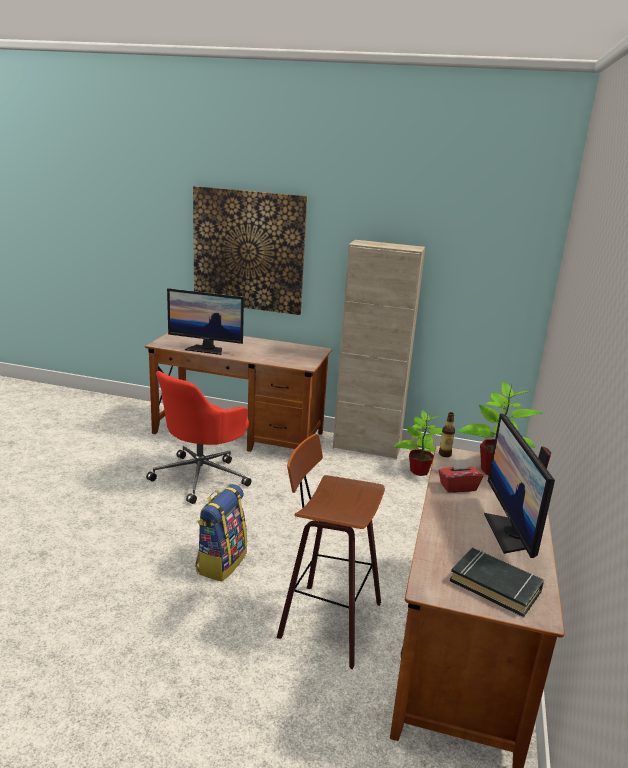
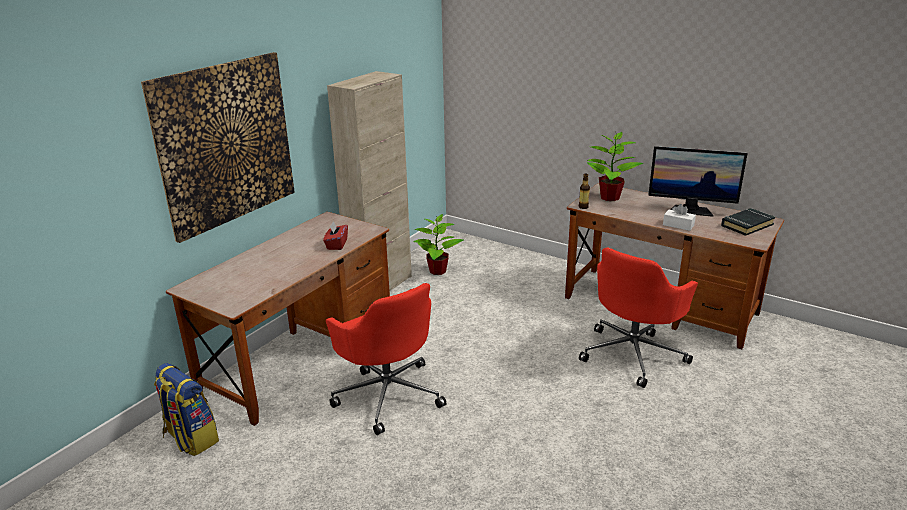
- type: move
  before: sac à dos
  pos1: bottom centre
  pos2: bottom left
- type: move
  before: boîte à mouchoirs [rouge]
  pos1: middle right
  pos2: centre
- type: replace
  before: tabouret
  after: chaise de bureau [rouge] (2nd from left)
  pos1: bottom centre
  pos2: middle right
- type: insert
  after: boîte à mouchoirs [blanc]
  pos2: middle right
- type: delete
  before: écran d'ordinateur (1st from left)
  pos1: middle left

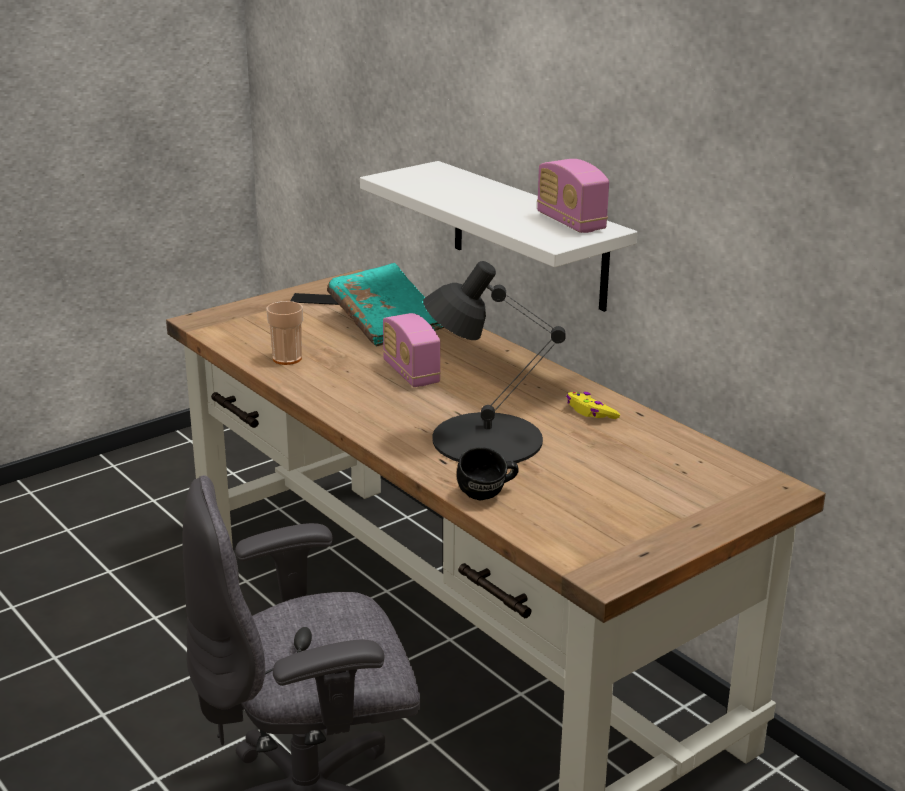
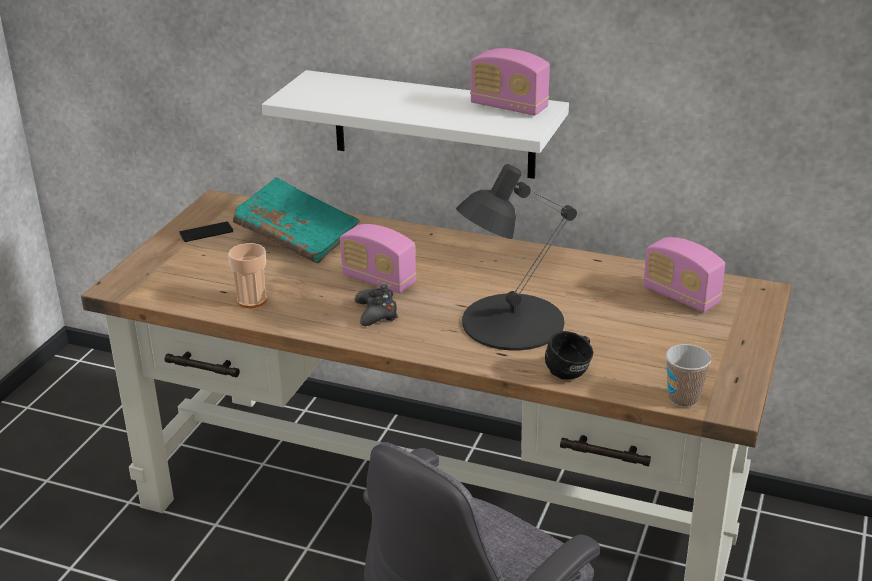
- type: insert
  after: manette [noir]
  pos2: centre
- type: insert
  after: radio (3rd from left)
  pos2: middle right
- type: insert
  after: tasse (2nd from left)
  pos2: middle right
- type: delete
  before: manette [jaune]
  pos1: centre

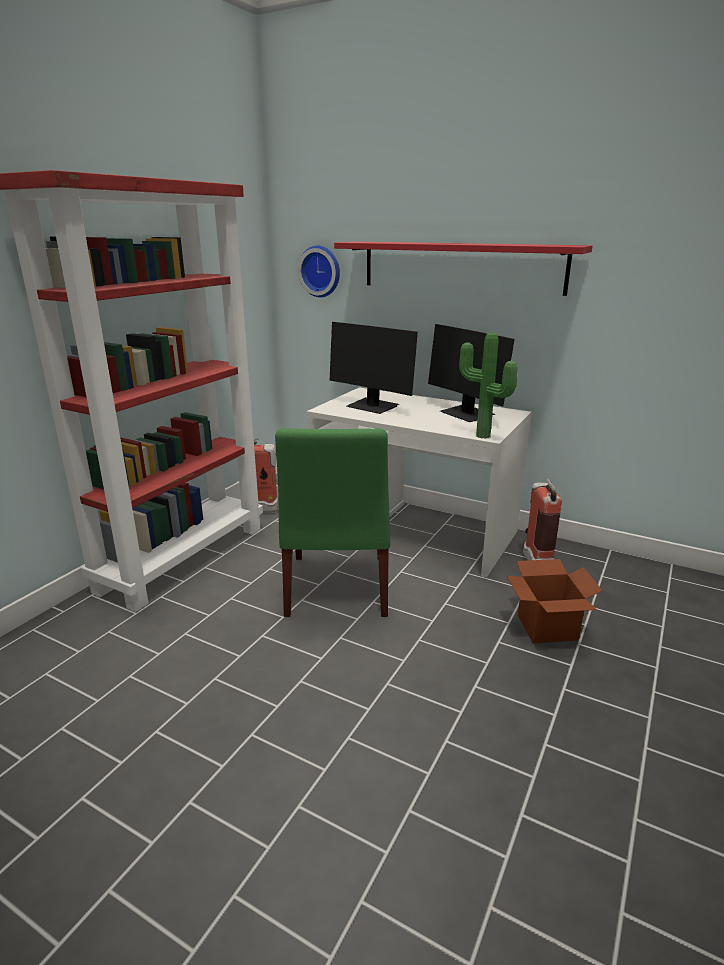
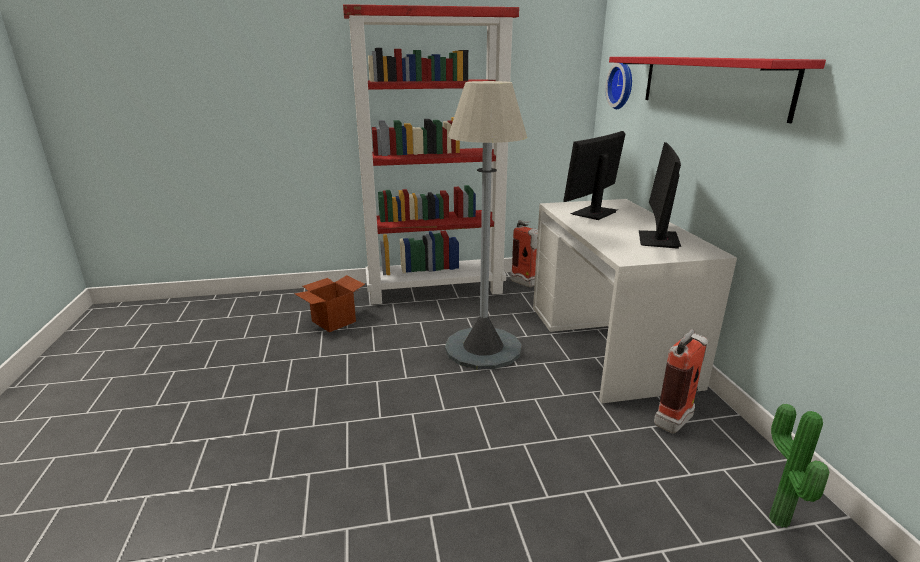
- type: move
  before: carton
  pos1: middle right
  pos2: centre
- type: replace
  before: chaise [vert]
  after: lampadaire [gris]
  pos1: centre
  pos2: centre
- type: rotate
  before: écran d'ordinateur (1st from left)
  pos1: centre
  pos2: top centre
  turn: 45
- type: move
  before: plante en pot
  pos1: middle right
  pos2: bottom right

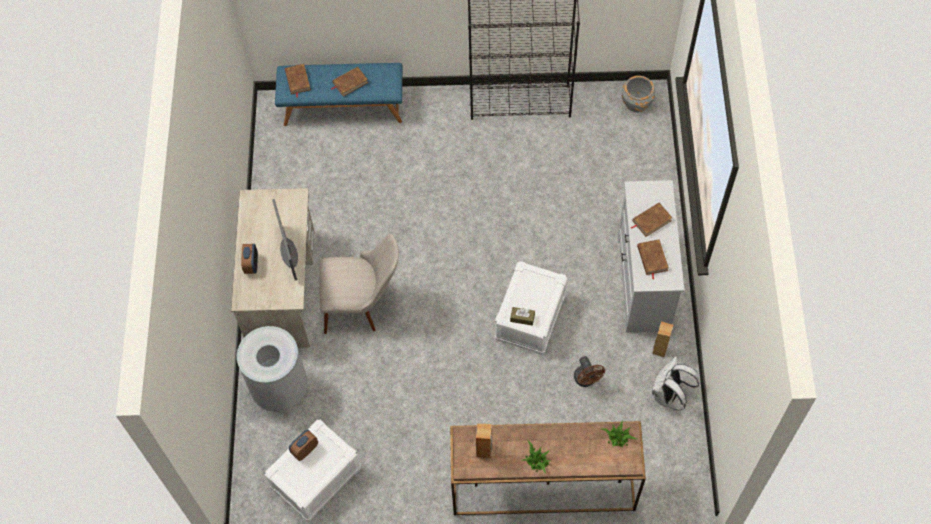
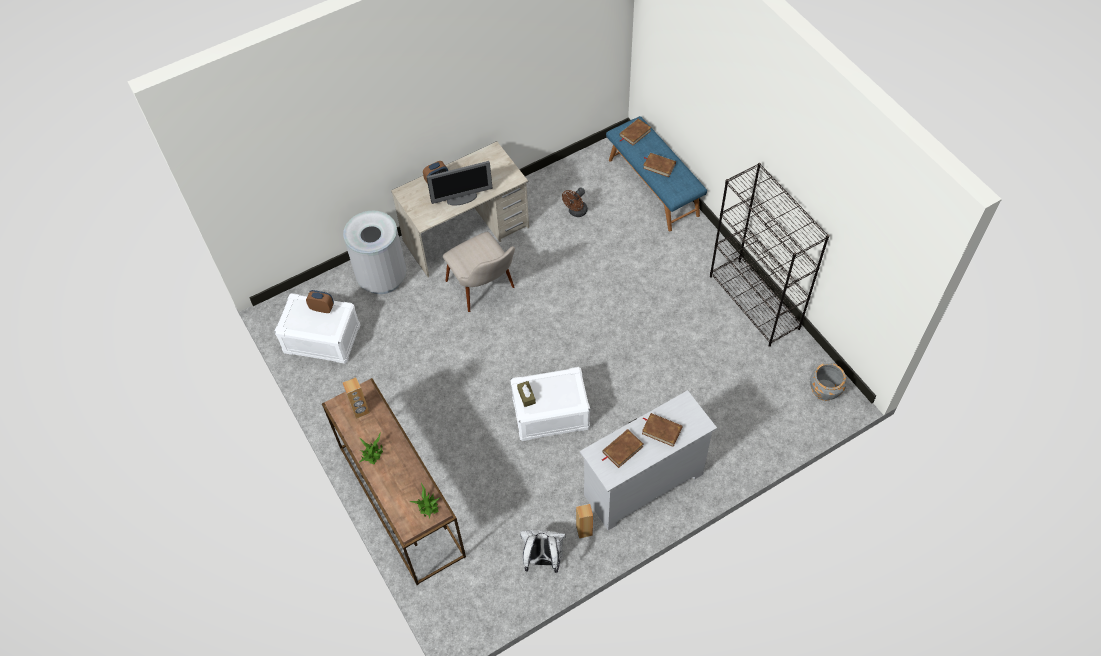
- type: rotate
  before: écran d'ordinateur
  pos1: middle left
  pos2: top centre
  turn: -150
- type: move
  before: ventilateur [marron]
  pos1: bottom centre
  pos2: top centre

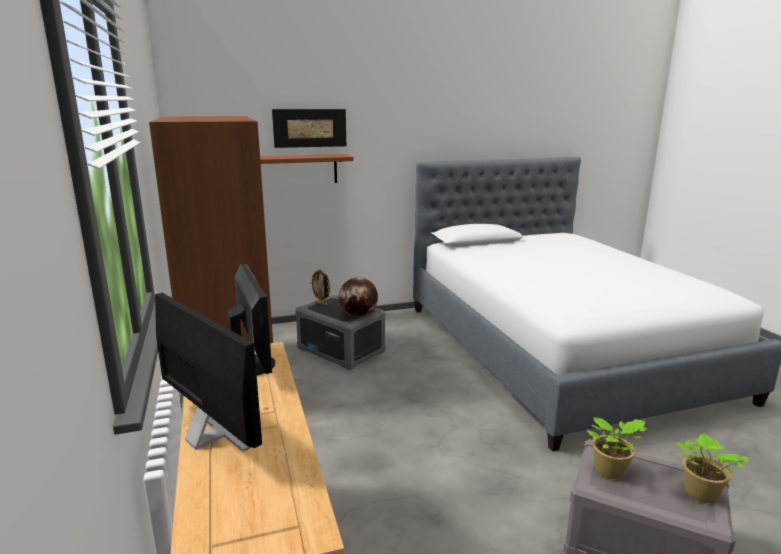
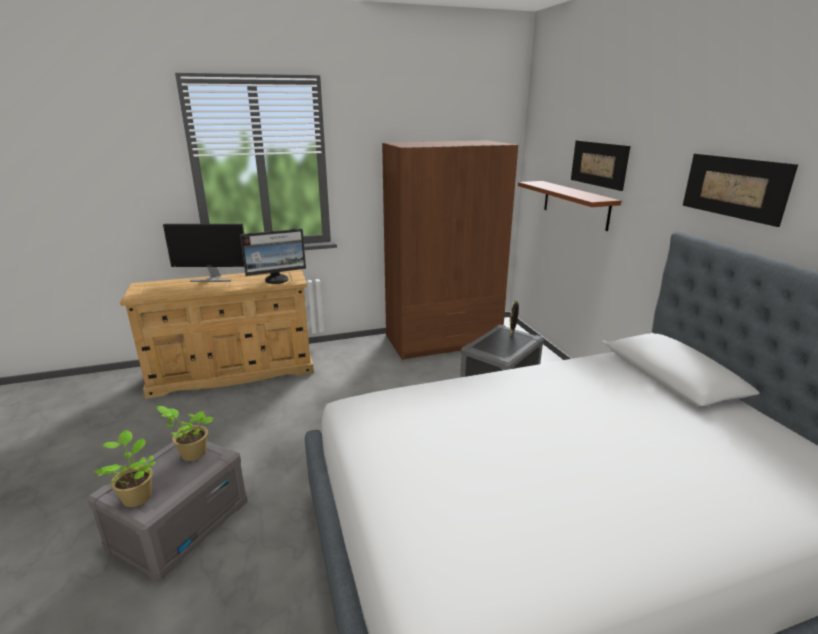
- type: rotate
  before: écran d'ordinateur (1st from left)
  pos1: bottom left
  pos2: middle left
  turn: 45
- type: insert
  after: tableau (2nd from left)
  pos2: top right
- type: delete
  before: globe
  pos1: centre

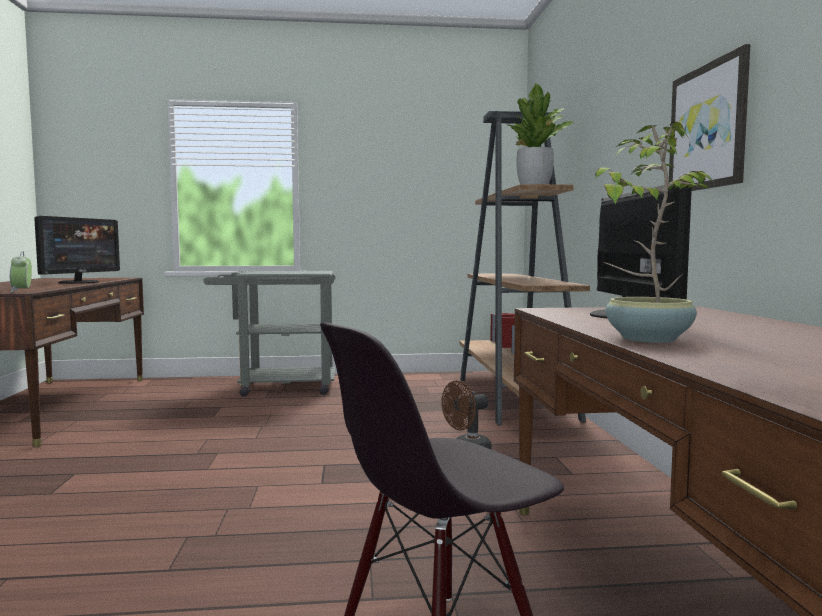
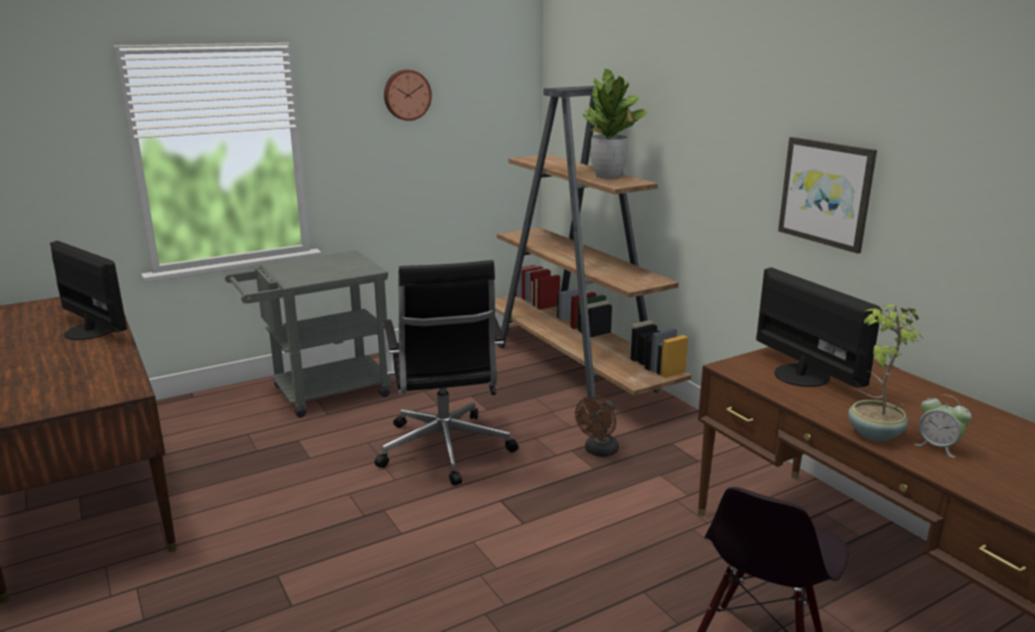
- type: rotate
  before: écran d'ordinateur (1st from left)
  pos1: middle left
  pos2: middle left
  turn: -45
- type: insert
  after: chaise de bureau [noir]
  pos2: centre
- type: insert
  after: horloge murale
  pos2: top centre
- type: move
  before: réveil
  pos1: middle left
  pos2: bottom right

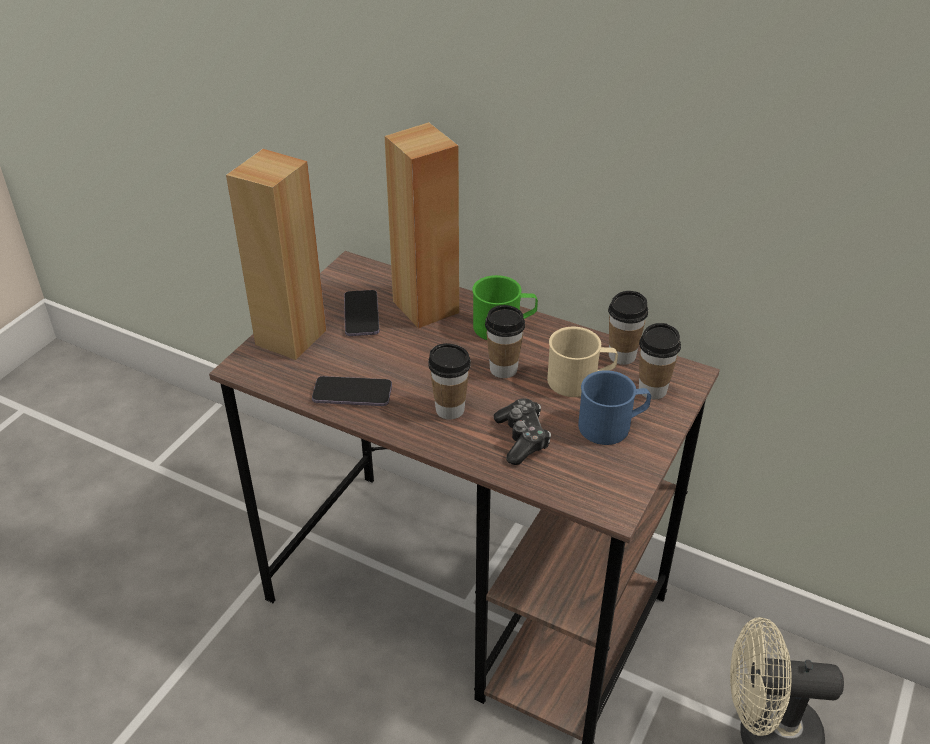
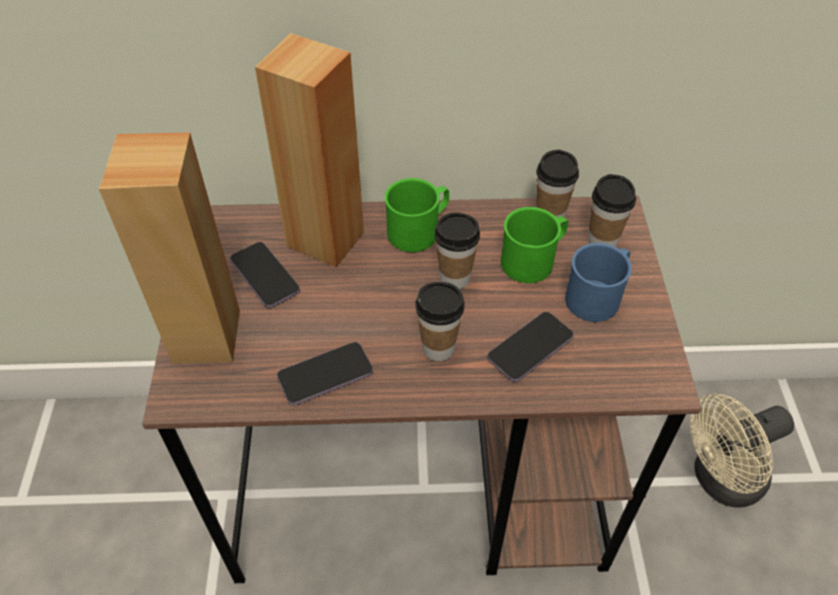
- type: replace
  before: manette
  after: téléphone (3rd from left)
  pos1: centre
  pos2: centre
- type: recolor
  before: mug [beige]
  after: mug [vert] (2nd from left)
  pos1: centre
  pos2: centre

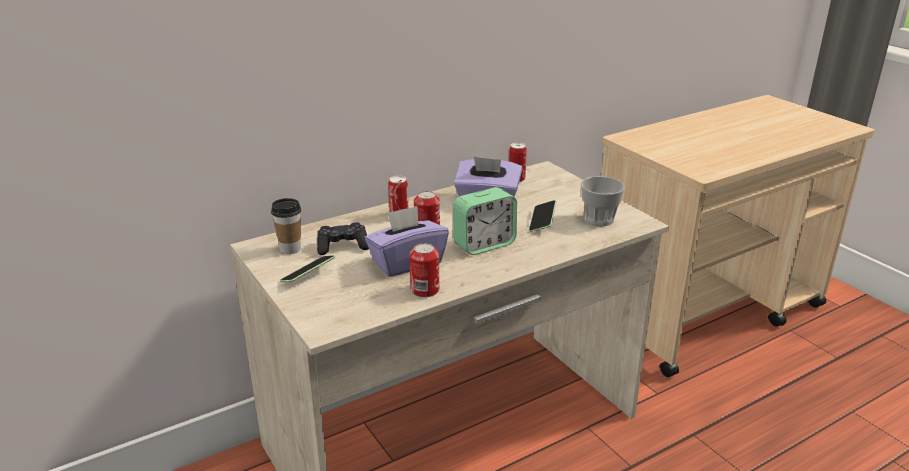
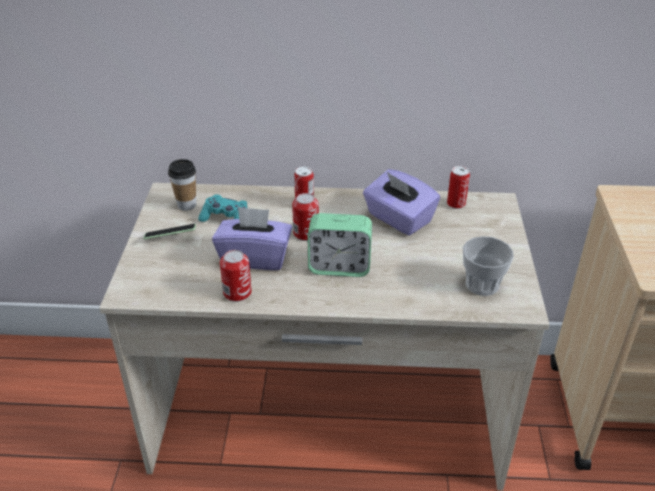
- type: recolor
  before: manette [noir]
  after: manette [turquoise]
  pos1: centre
  pos2: centre
- type: delete
  before: téléphone (2nd from left)
  pos1: centre

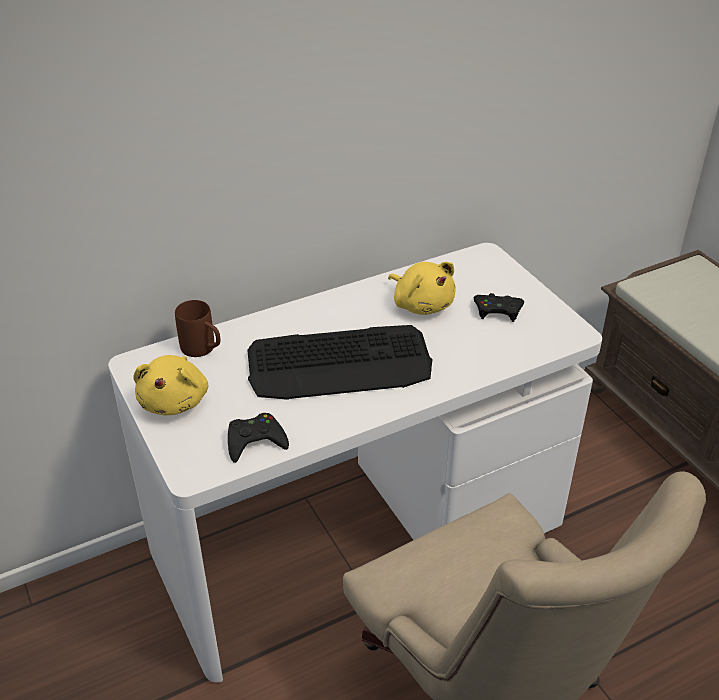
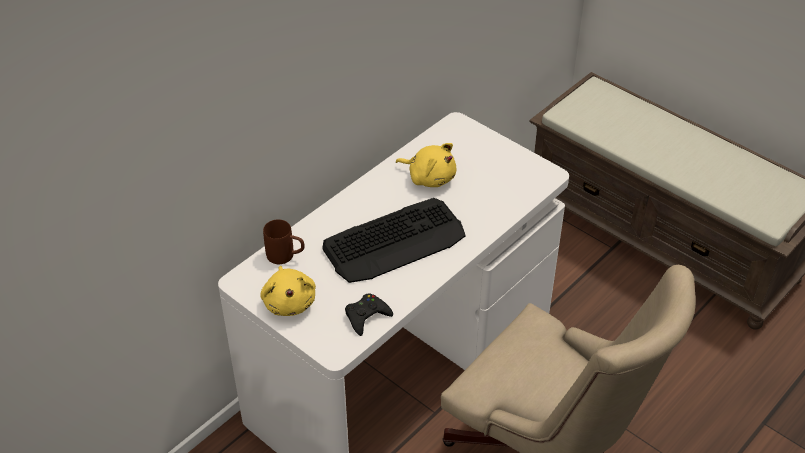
- type: delete
  before: manette [noir] (2nd from left)
  pos1: middle right

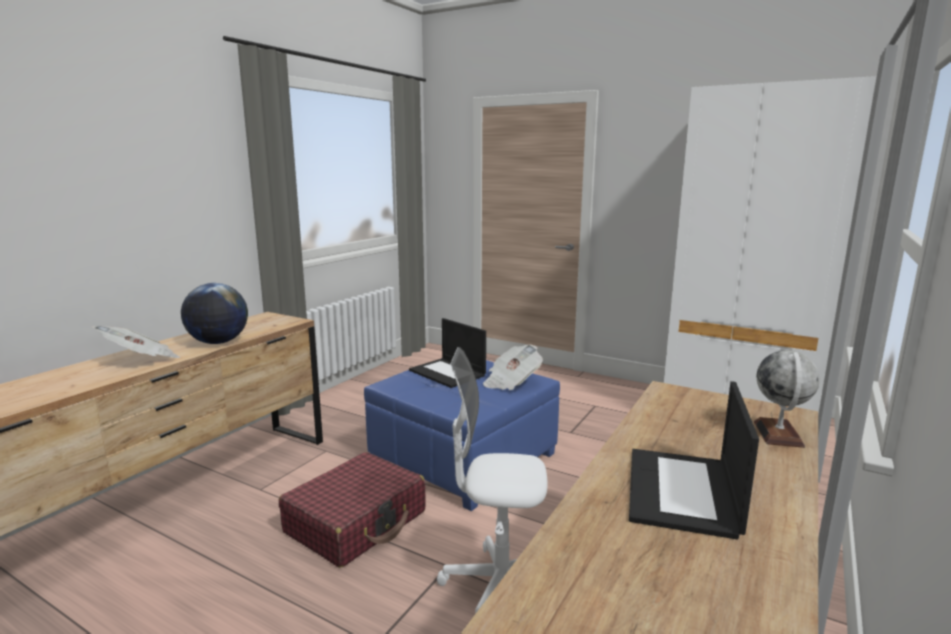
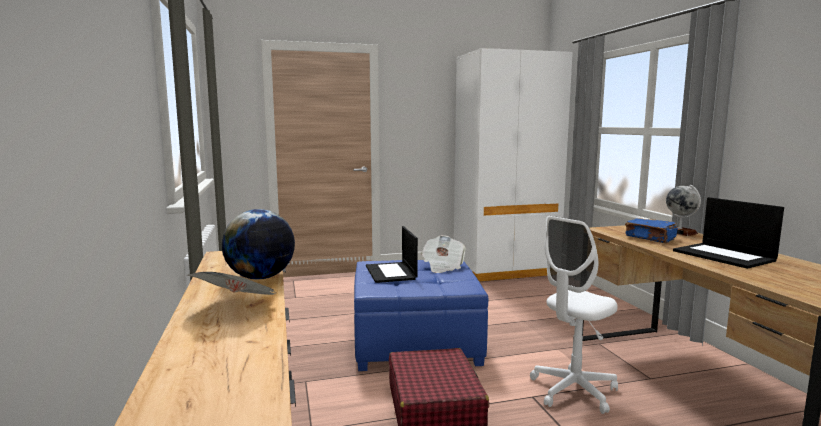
- type: rotate
  before: ordinateur portable (1st from left)
  pos1: centre
  pos2: centre
  turn: 75
- type: insert
  after: livre [bleu]
  pos2: middle right

